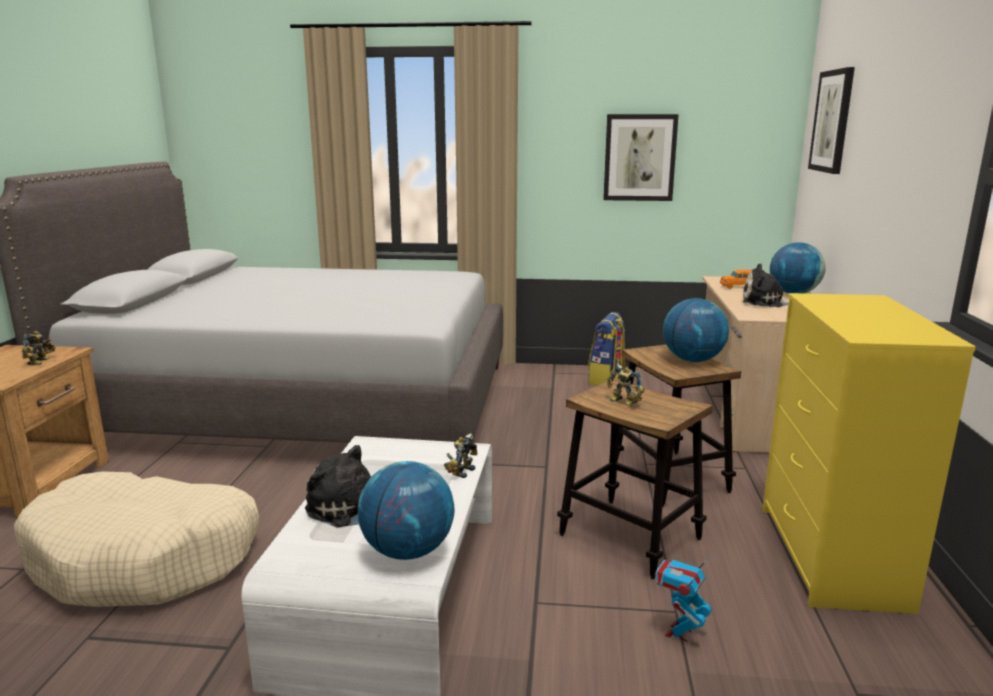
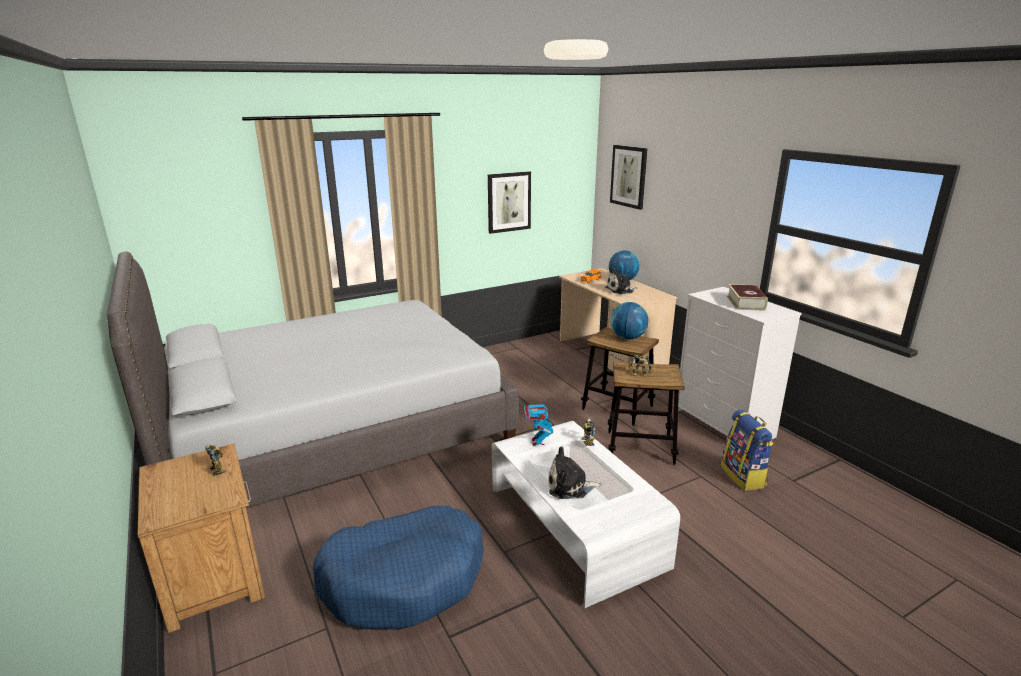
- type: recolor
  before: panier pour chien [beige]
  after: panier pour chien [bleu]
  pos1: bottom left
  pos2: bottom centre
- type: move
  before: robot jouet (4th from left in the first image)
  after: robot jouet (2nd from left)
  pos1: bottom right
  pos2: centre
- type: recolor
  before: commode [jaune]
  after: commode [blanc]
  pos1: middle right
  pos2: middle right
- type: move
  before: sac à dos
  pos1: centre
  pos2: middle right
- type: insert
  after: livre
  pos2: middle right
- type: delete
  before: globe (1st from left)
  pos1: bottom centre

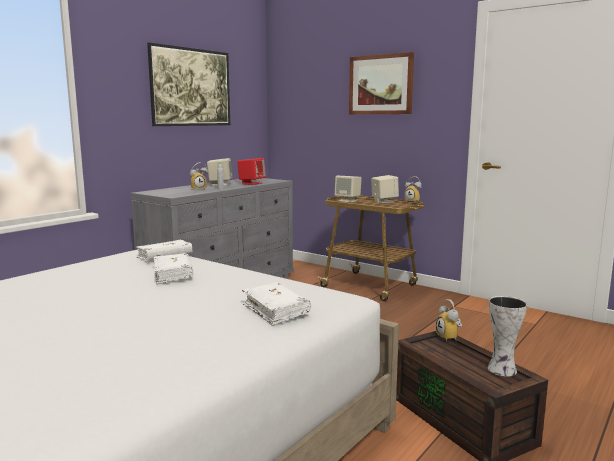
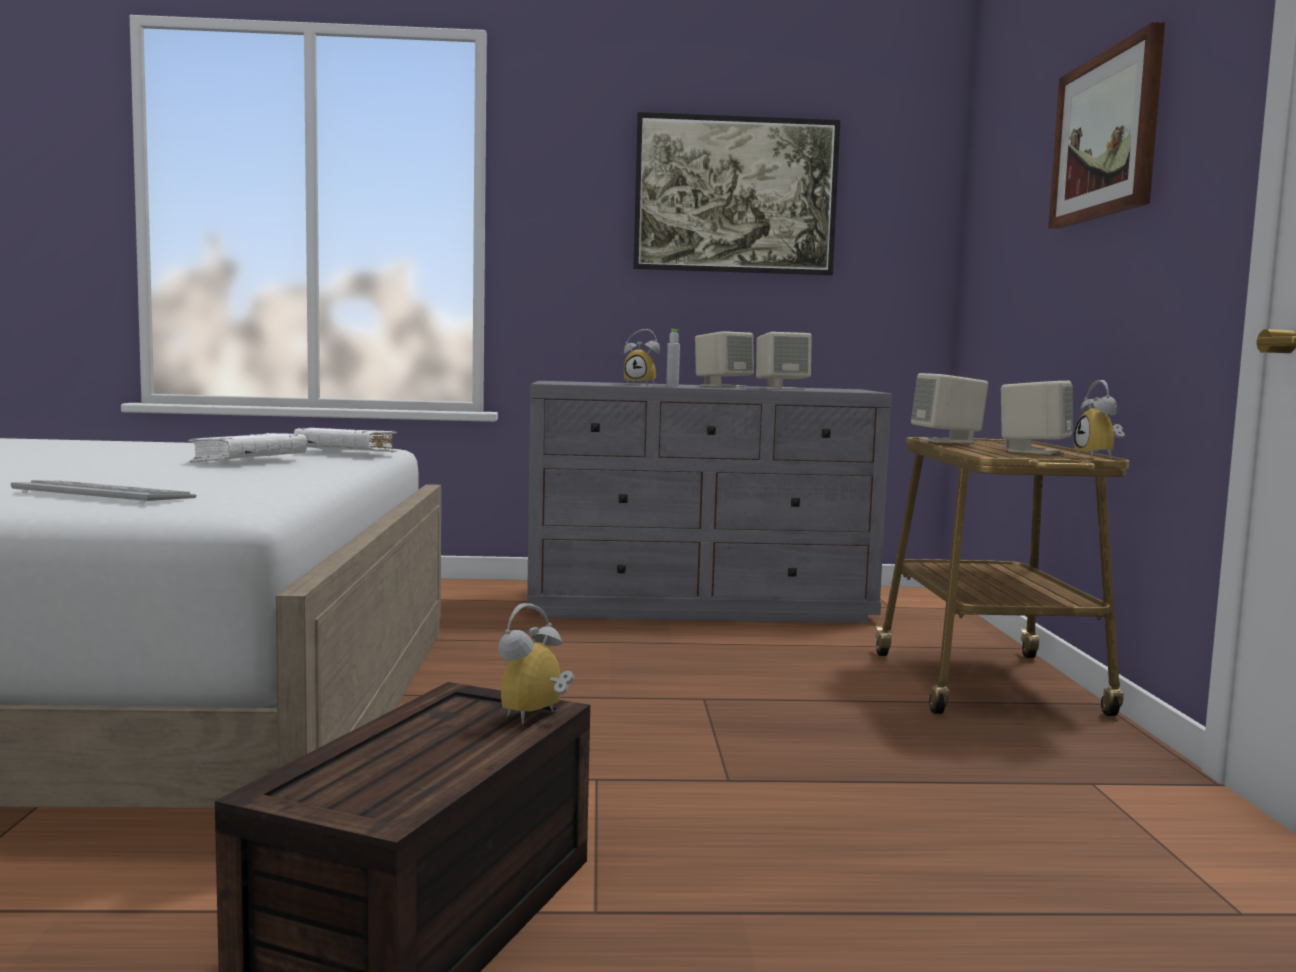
- type: replace
  before: livre [blanc] (3rd from left)
  after: clavier
  pos1: centre
  pos2: middle left
- type: recolor
  before: enceinte [rouge]
  after: enceinte [beige] (2nd from left)
  pos1: centre
  pos2: centre
- type: delete
  before: vase
  pos1: bottom right

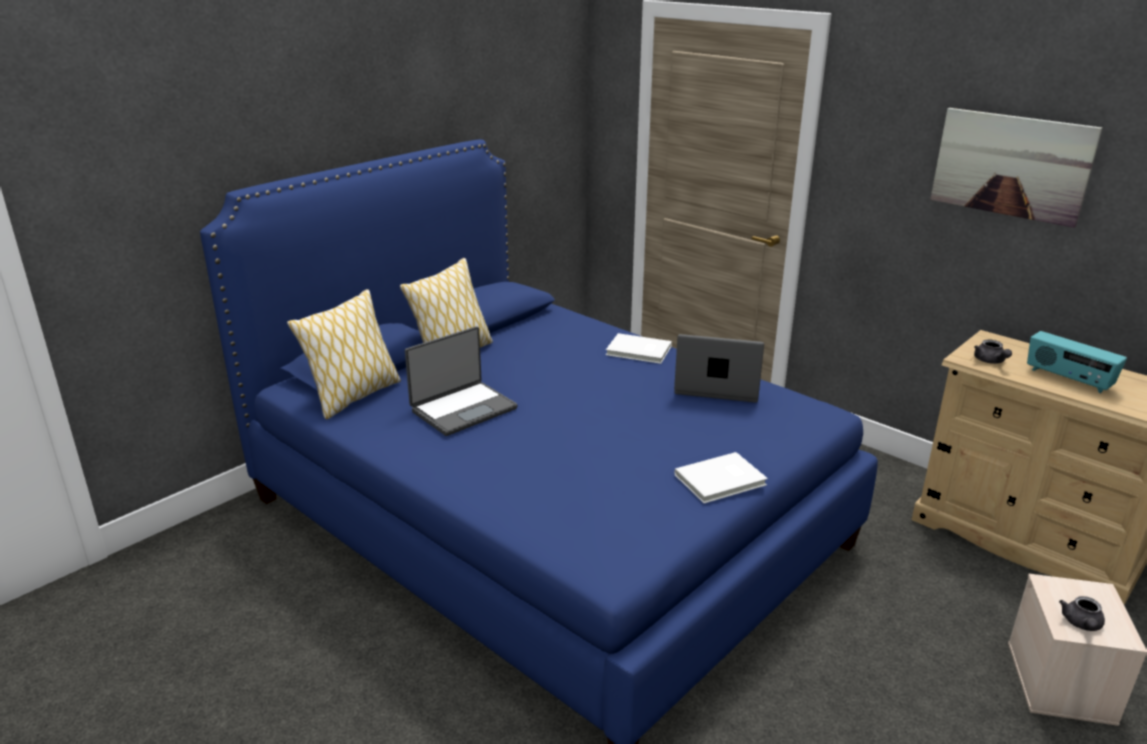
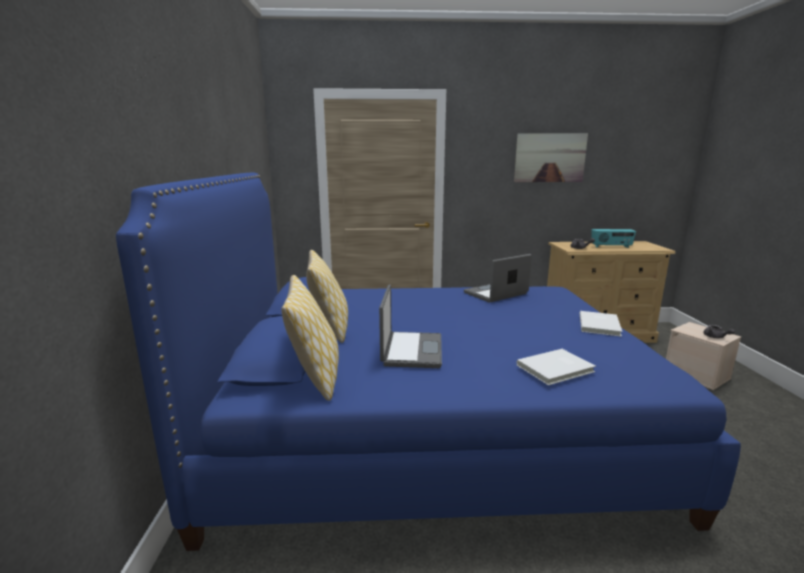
- type: move
  before: livre [blanc] (1st from left)
  pos1: centre
  pos2: middle right

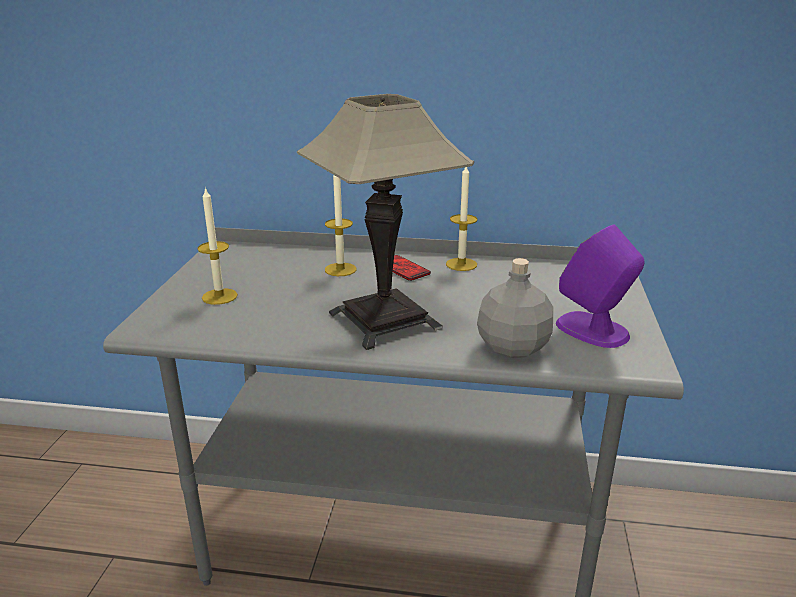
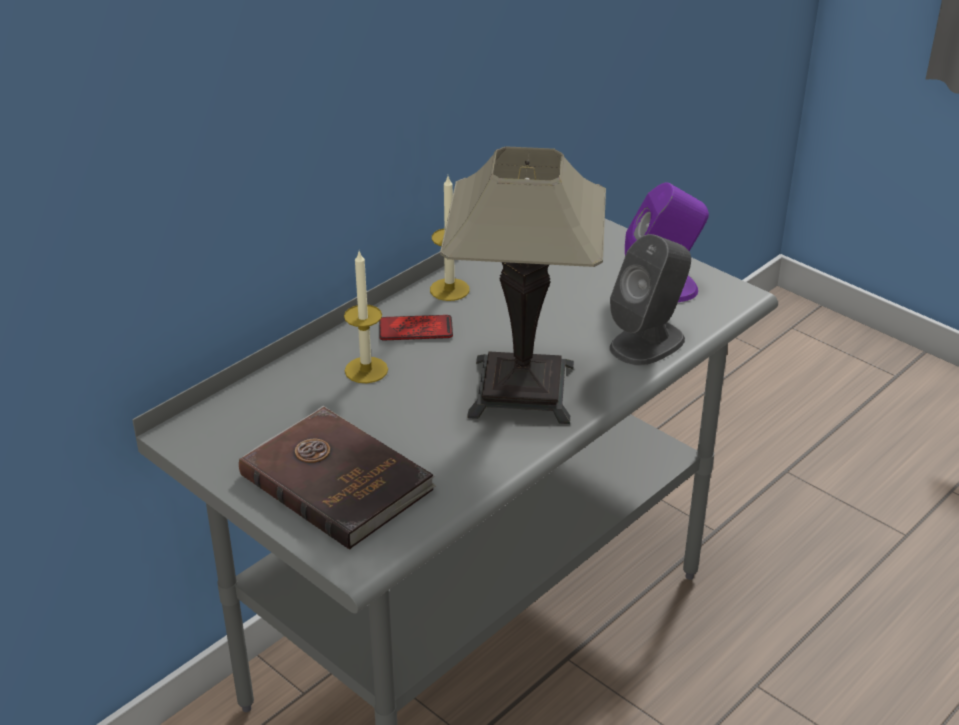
- type: replace
  before: bougie (1st from left)
  after: livre [marron]
  pos1: middle left
  pos2: centre
- type: replace
  before: bouteille [gris]
  after: enceinte [gris]
  pos1: centre
  pos2: middle right

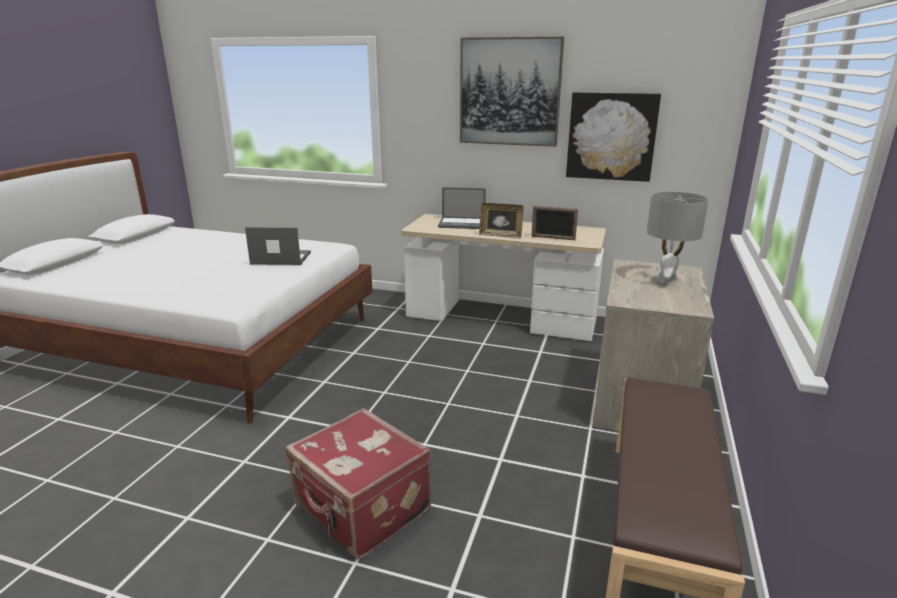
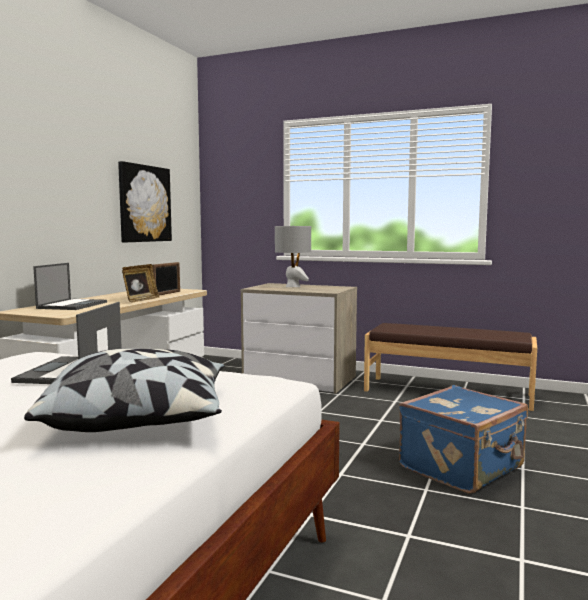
- type: insert
  after: coussin
  pos2: middle left
- type: recolor
  before: valise [rouge]
  after: valise [bleu]
  pos1: bottom centre
  pos2: bottom right
- type: delete
  before: tableau (1st from left)
  pos1: top centre

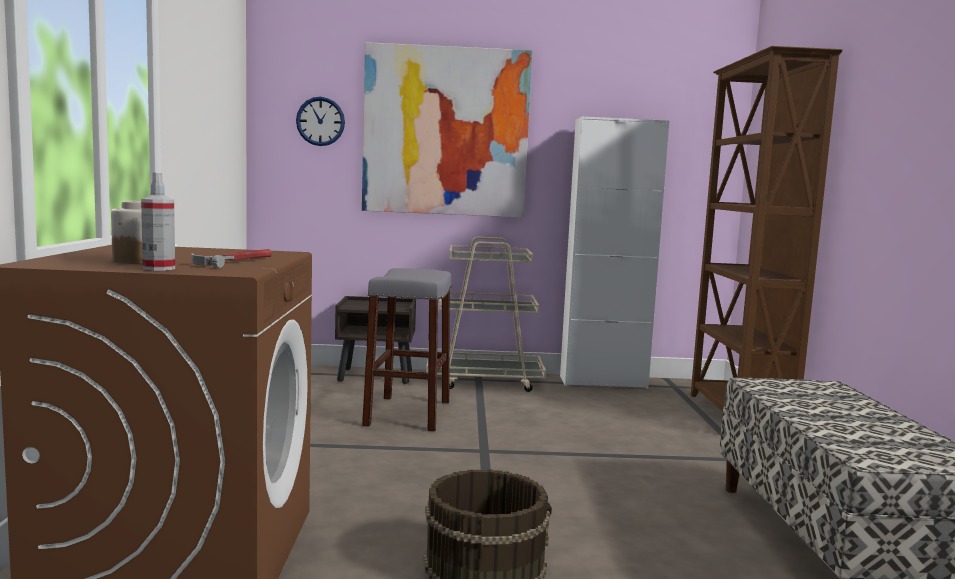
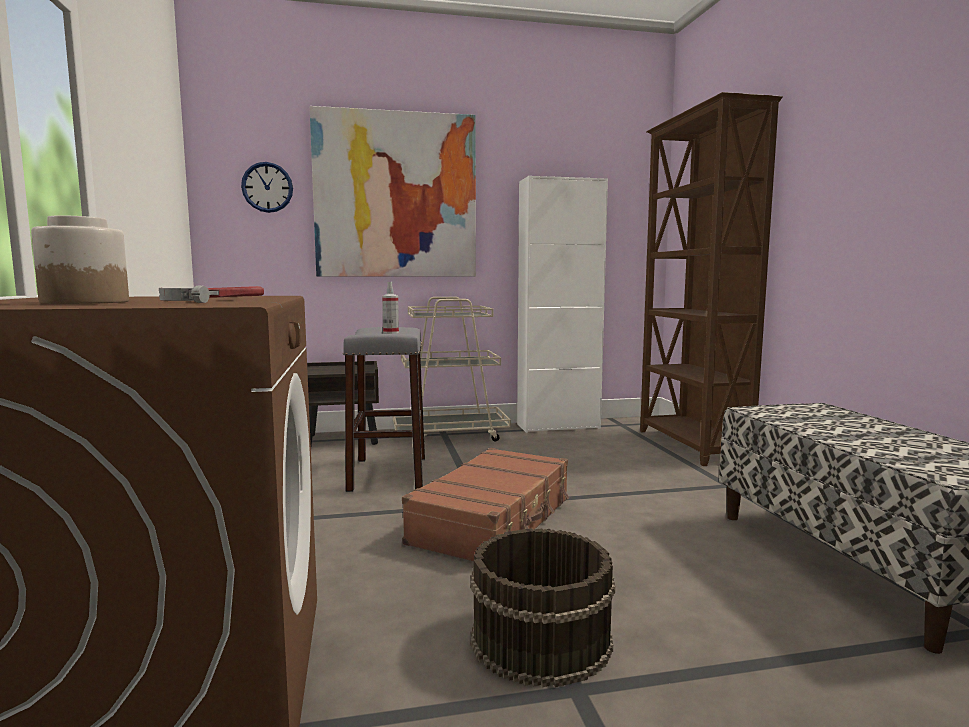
- type: move
  before: vaporisateur
  pos1: middle left
  pos2: centre
- type: insert
  after: valise [marron]
  pos2: bottom centre

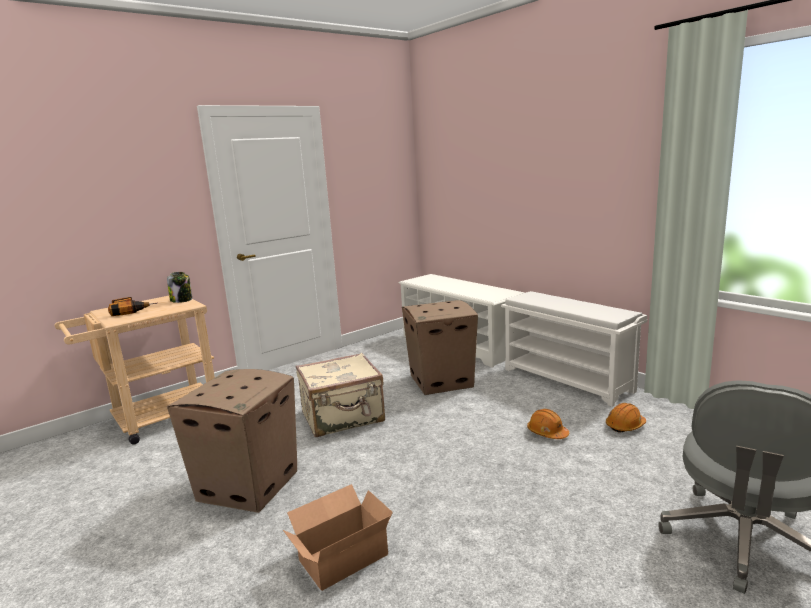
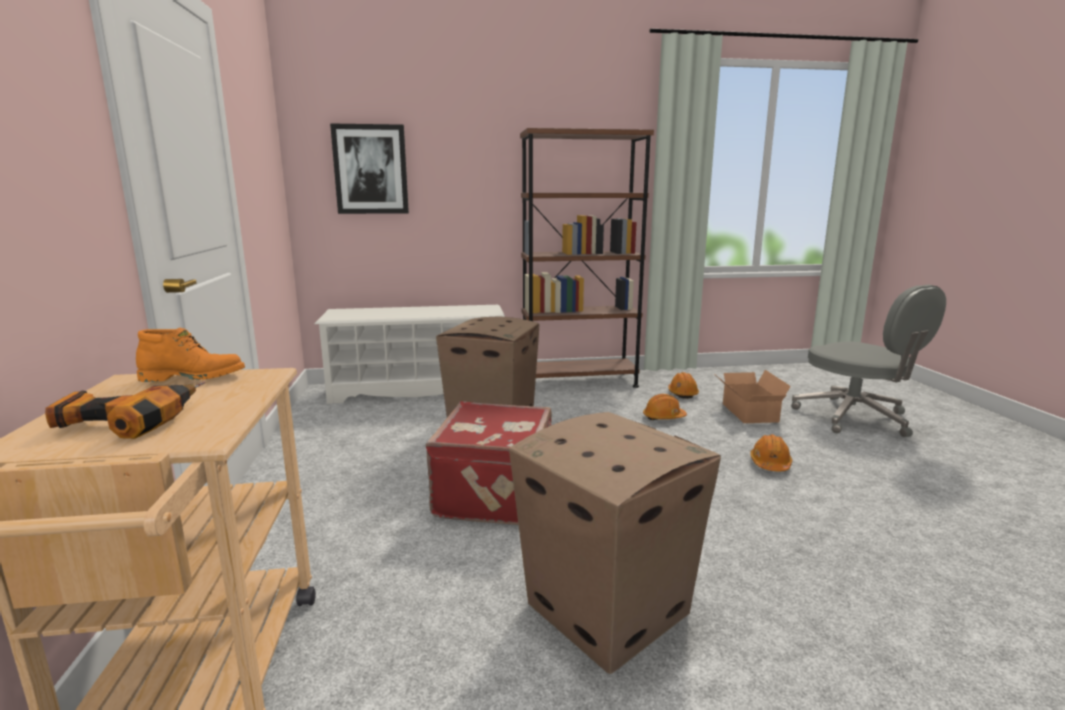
- type: replace
  before: bocal
  after: botte [orange]
  pos1: middle left
  pos2: middle left
- type: insert
  after: tableau
  pos2: top centre
- type: recolor
  before: valise [beige]
  after: valise [rouge]
  pos1: centre
  pos2: centre
- type: replace
  before: étagère à chaussures [blanc] (2nd from left)
  after: bibliothèque [marron]
  pos1: middle right
  pos2: centre
- type: move
  before: carton (2nd from left in the first image)
  after: carton (3rd from left)
  pos1: bottom centre
  pos2: middle right
- type: insert
  after: casque de chantier [orange] (3rd from left)
  pos2: middle right

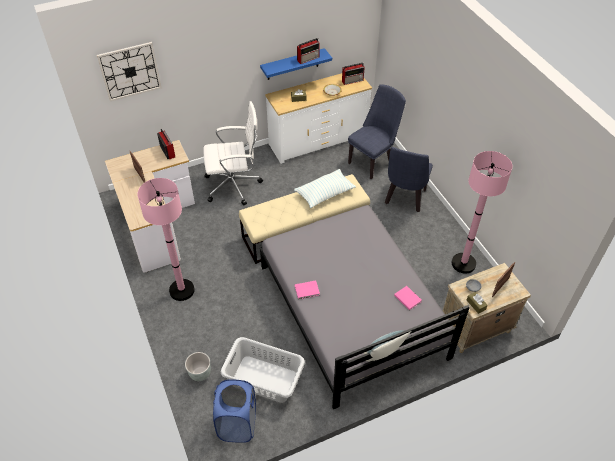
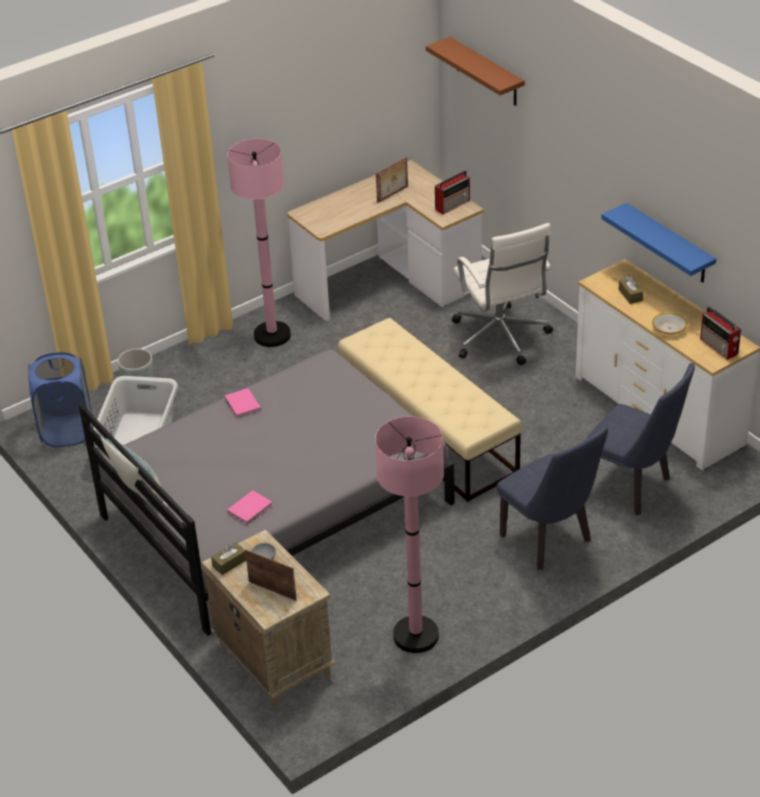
- type: replace
  before: horloge murale
  after: étagère [marron]
  pos1: top left
  pos2: top centre
- type: rotate
  before: chaise [bleu] (2nd from left in the first image)
  pos1: centre
  pos2: middle right
  turn: -135
- type: delete
  before: coussin (1st from left)
  pos1: centre
- type: delete
  before: radio (2nd from left)
  pos1: top centre

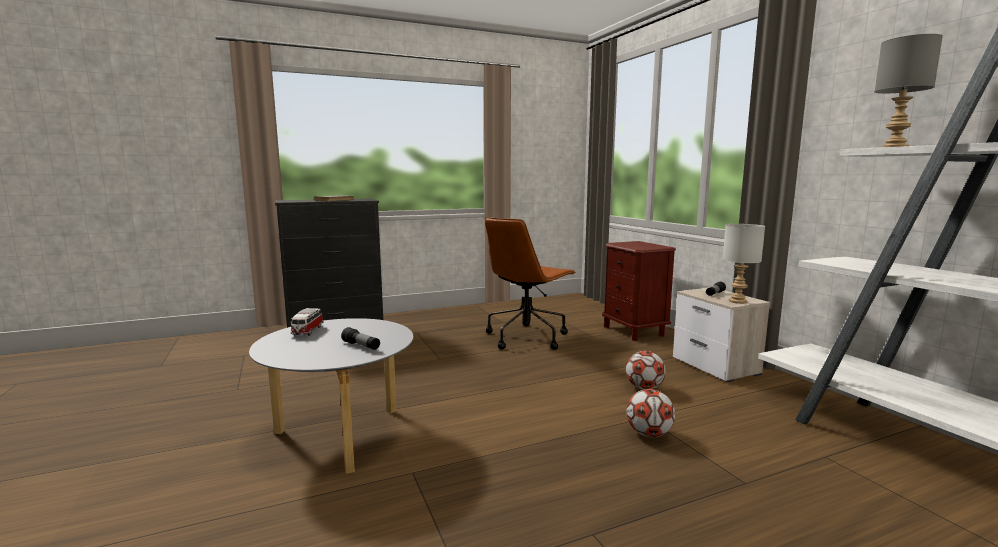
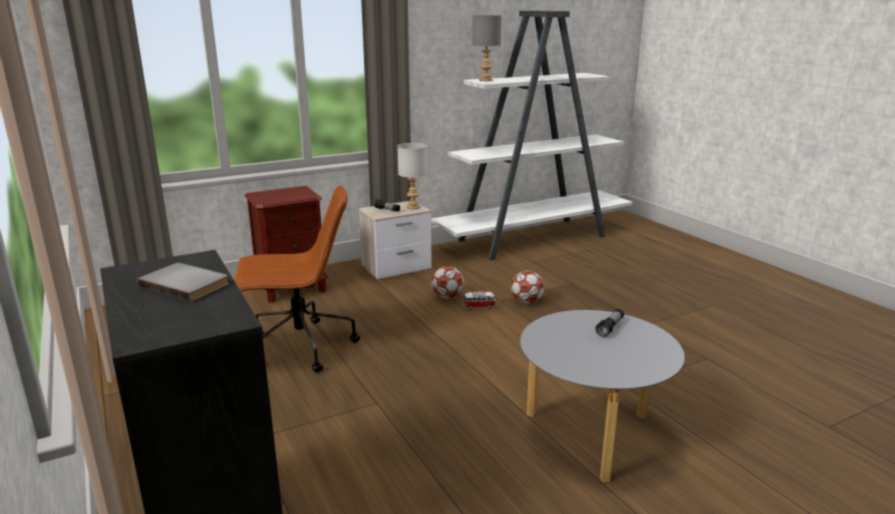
- type: rotate
  before: chaise de bureau [marron]
  pos1: centre
  pos2: middle left
  turn: -45
- type: move
  before: petite voiture
  pos1: middle left
  pos2: centre

